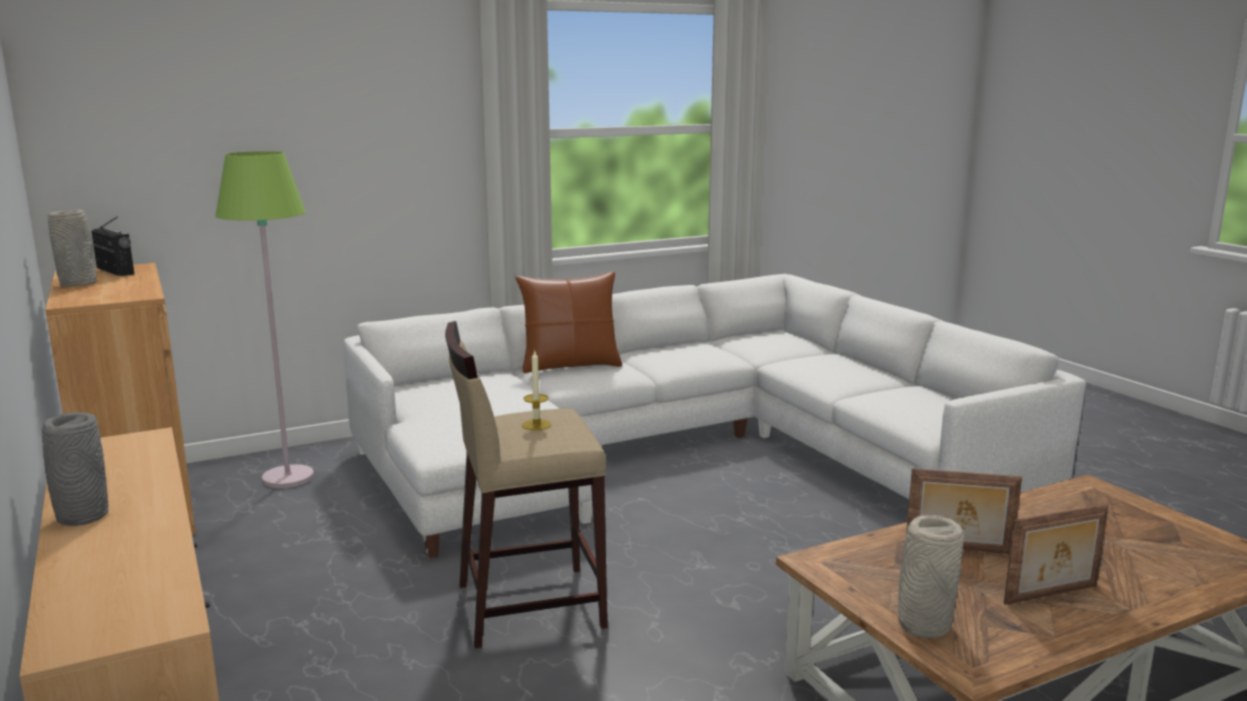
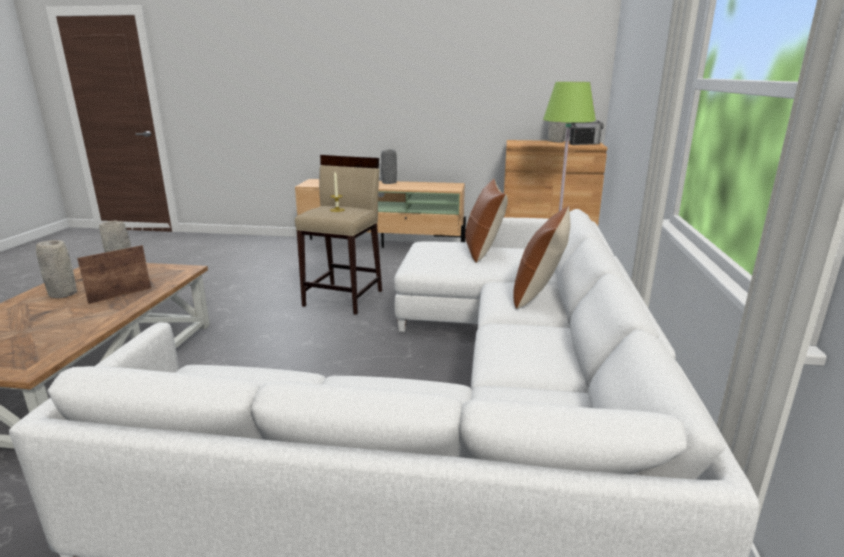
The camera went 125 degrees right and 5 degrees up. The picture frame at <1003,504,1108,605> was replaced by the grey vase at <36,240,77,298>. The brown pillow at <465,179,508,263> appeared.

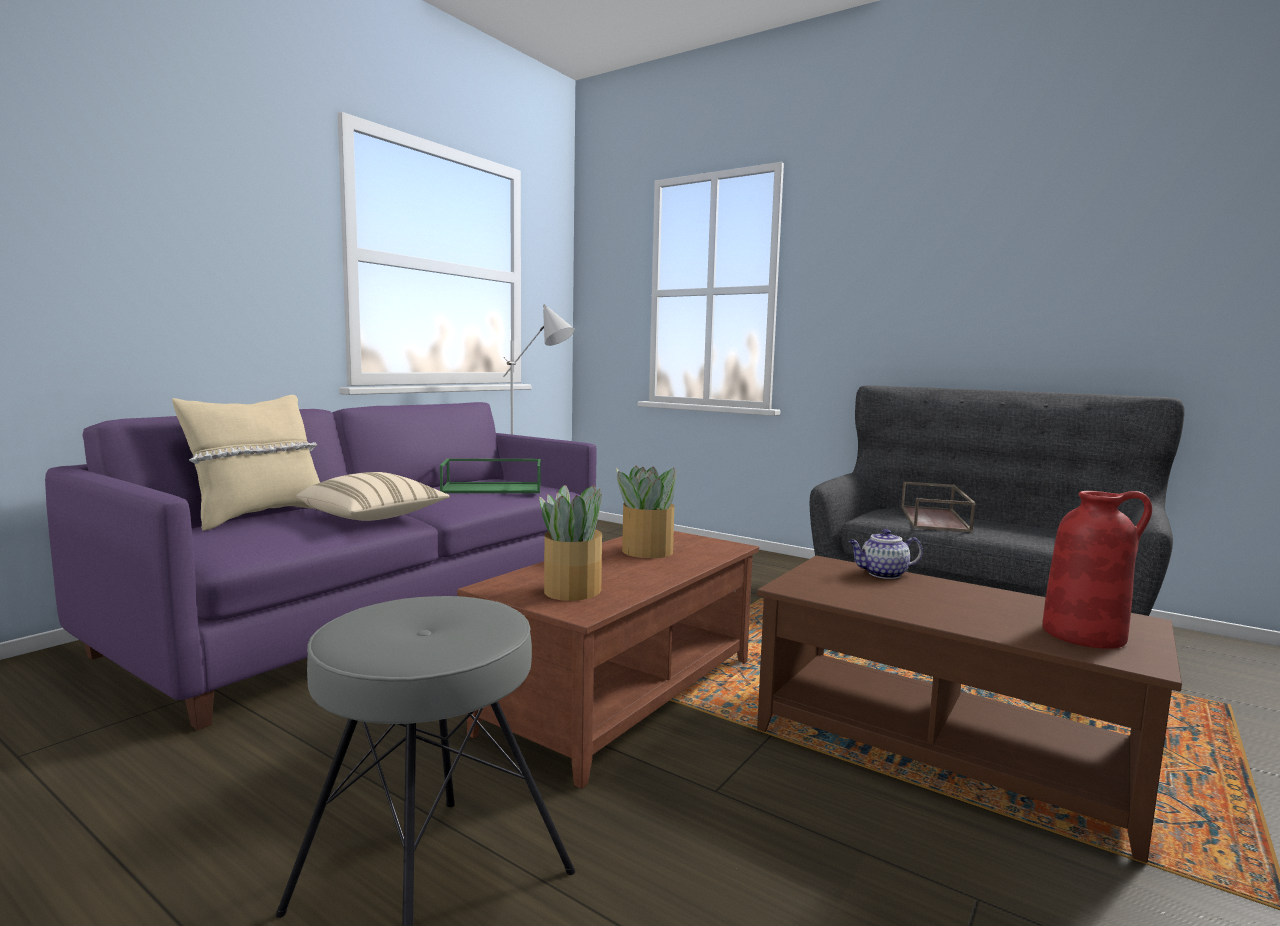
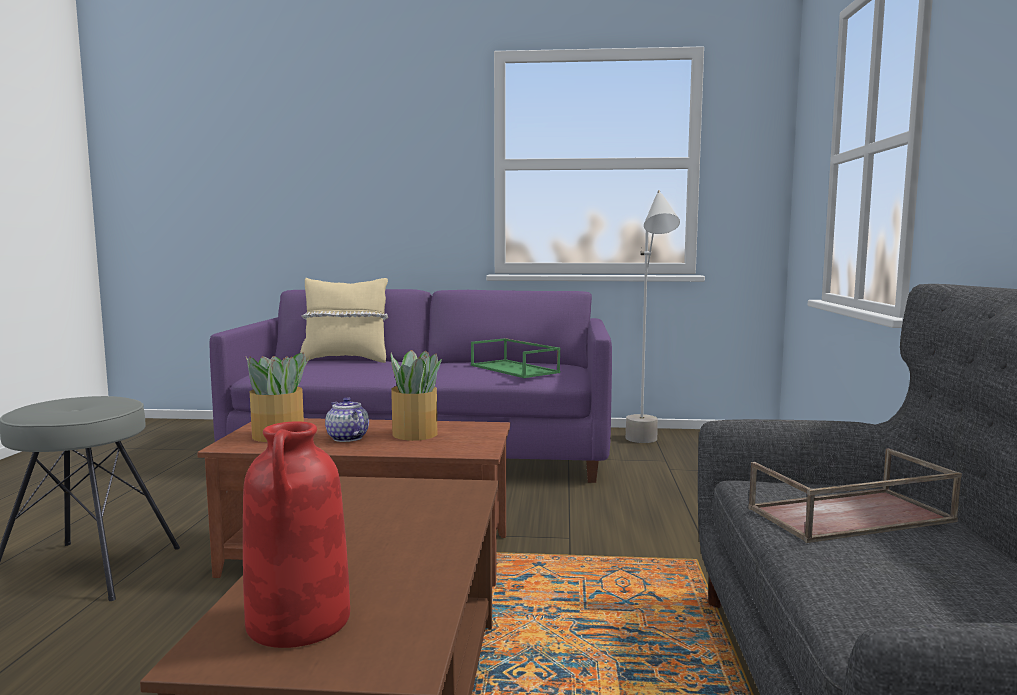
The camera went 60 degrees right and 0 degrees up. The teapot moved from <848,529,923,579> to <325,397,369,442>. The beige pillow at <296,472,450,521> disappeared.

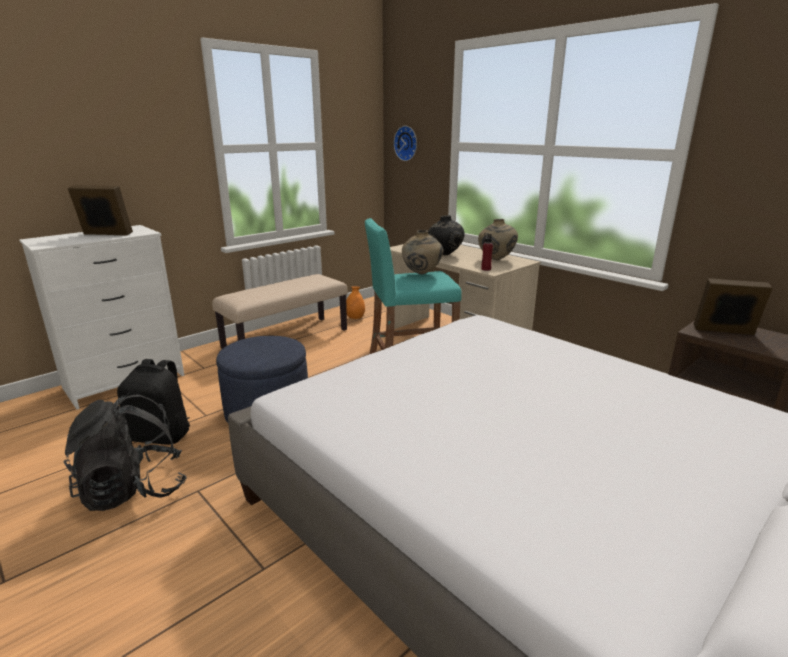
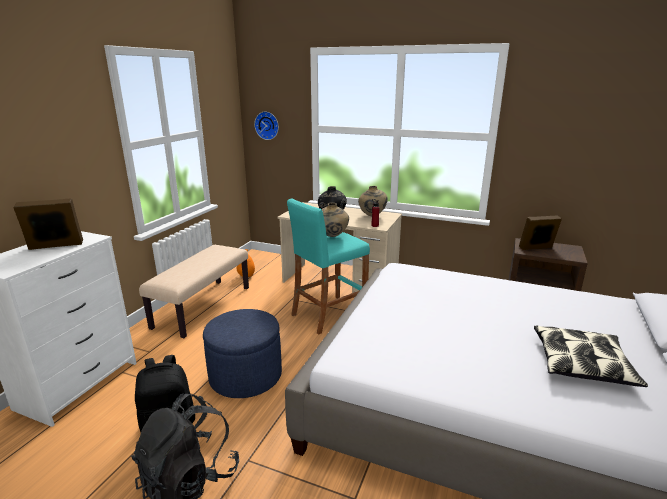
The camera went 25 degrees left and 0 degrees up. The pillow at <534,326,648,387> appeared.

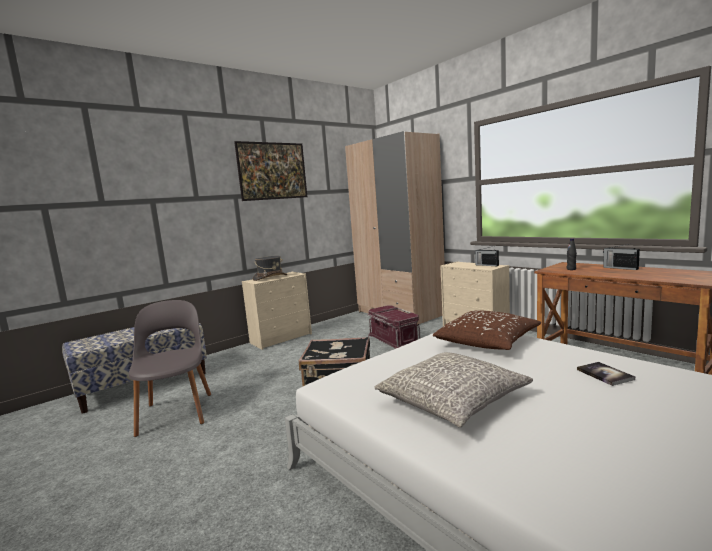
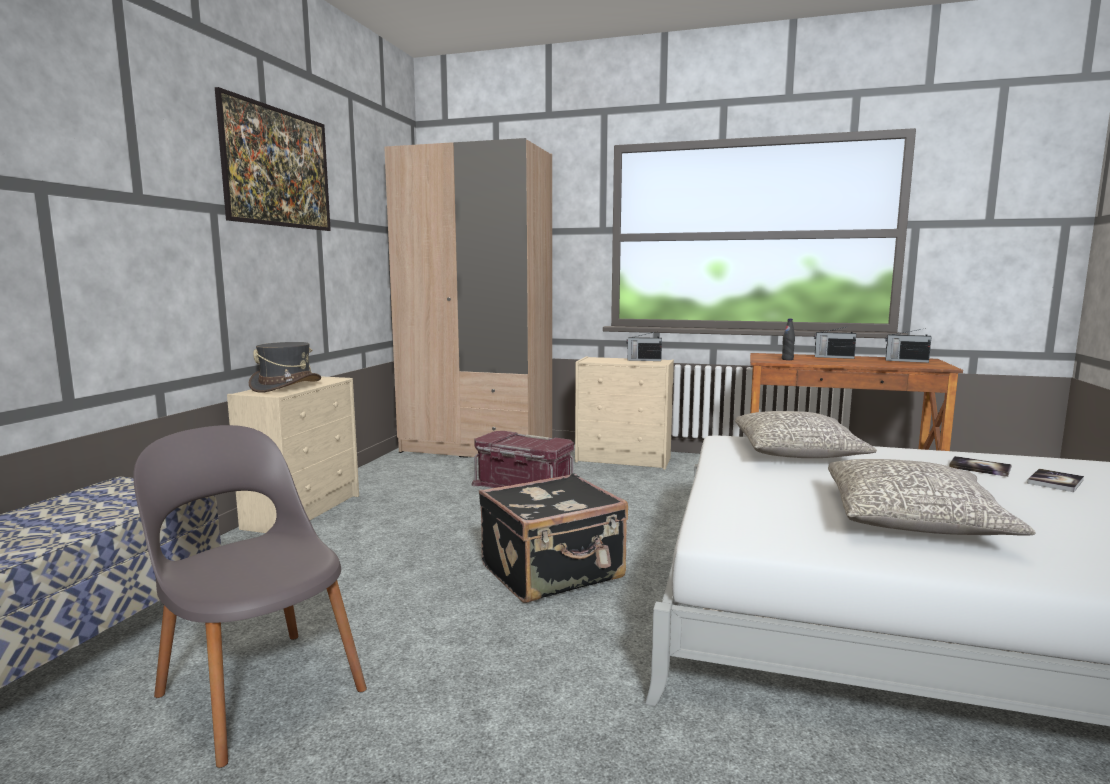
The camera went 35 degrees left and 0 degrees up. The brown pillow at <433,310,541,350> became the grey pillow at <735,411,877,458>. The radio at <885,328,931,363> appeared. The book at <1027,469,1084,492> appeared.

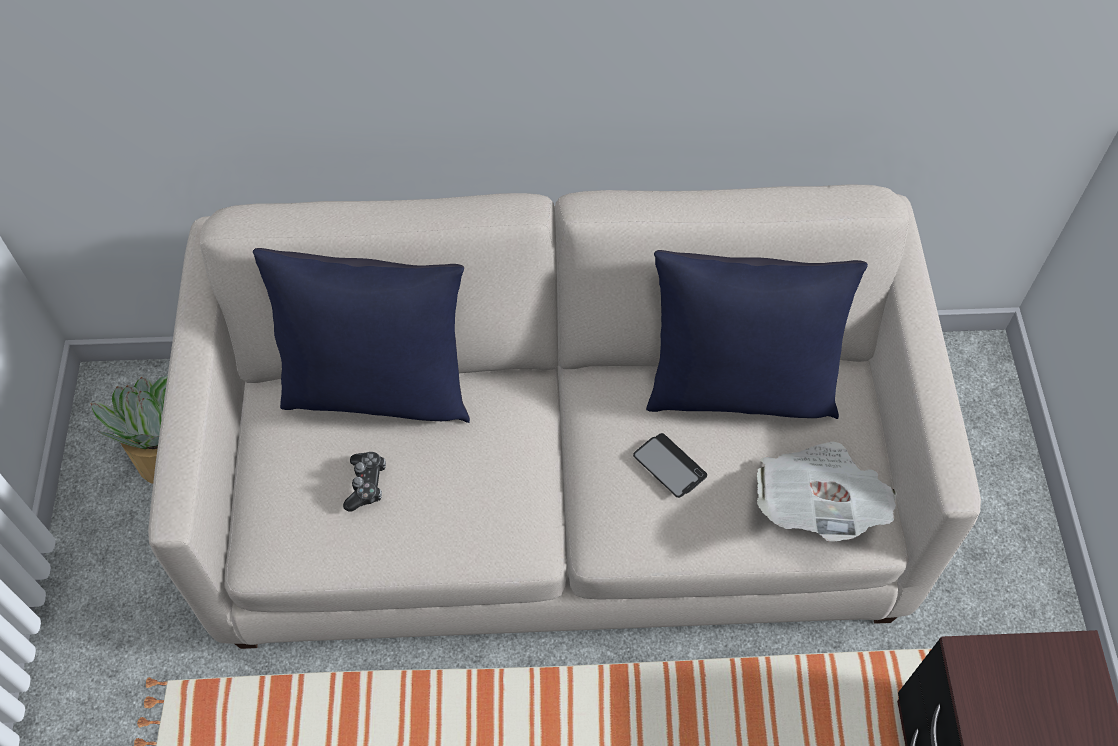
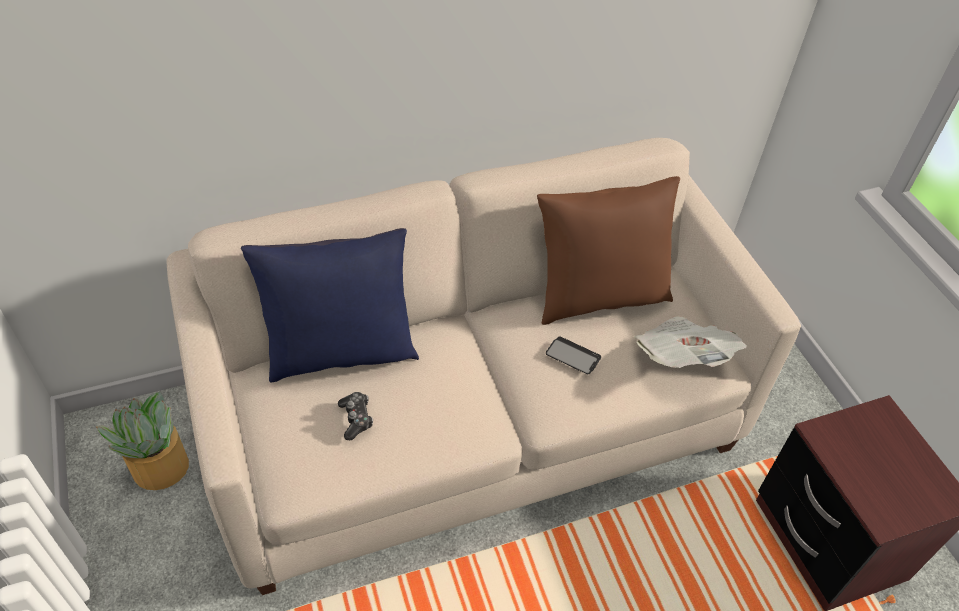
The camera went 20 degrees left and 10 degrees down. The blue pillow at <646,250,868,419> became the brown pillow at <537,176,680,325>.

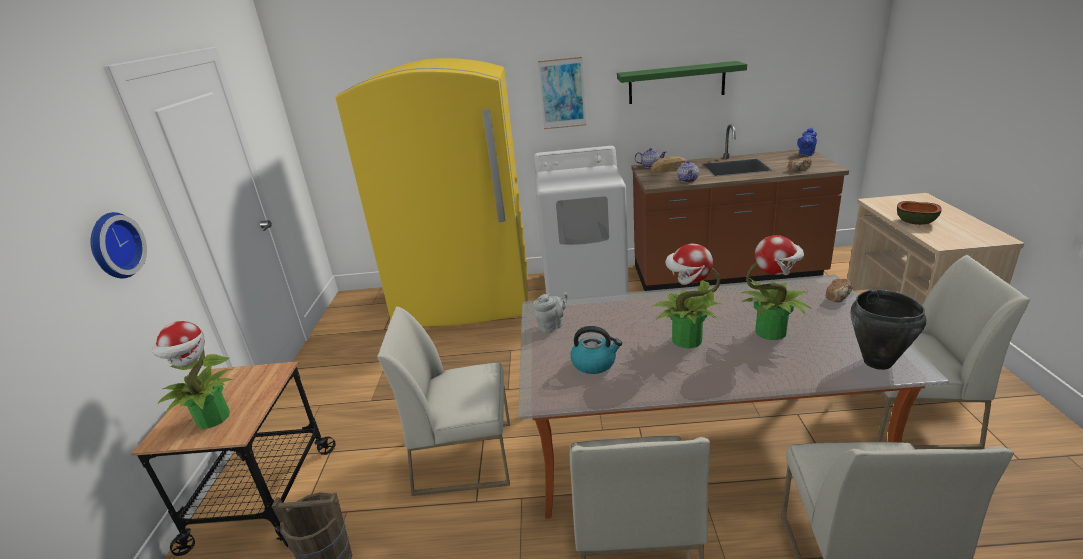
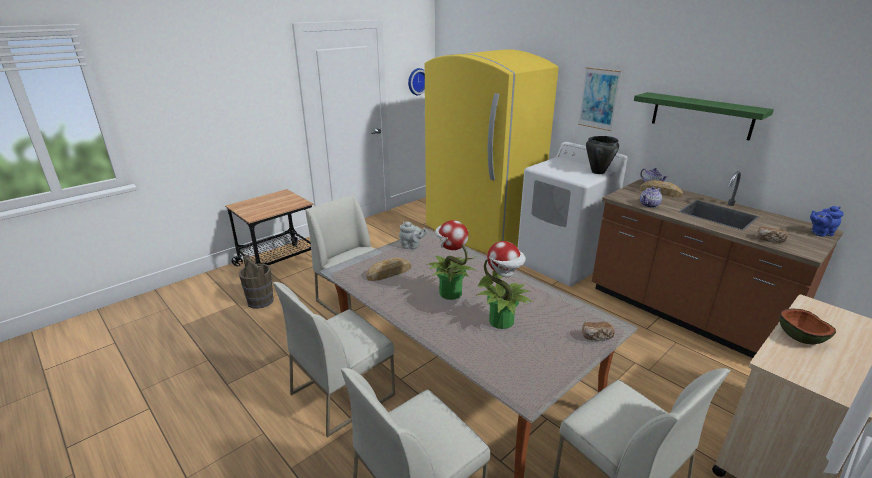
The camera went 45 degrees right and 0 degrees up. The kettle at <571,326,622,374> was replaced by the bread at <366,257,411,281>. The wall clock moved from <90,212,147,279> to <408,68,425,95>. The black cooking pot moved from <851,290,926,370> to <586,136,619,174>. The potted plant at <152,321,233,429> disappeared.

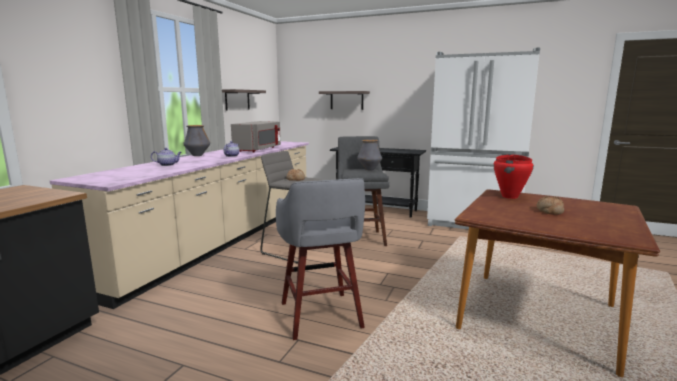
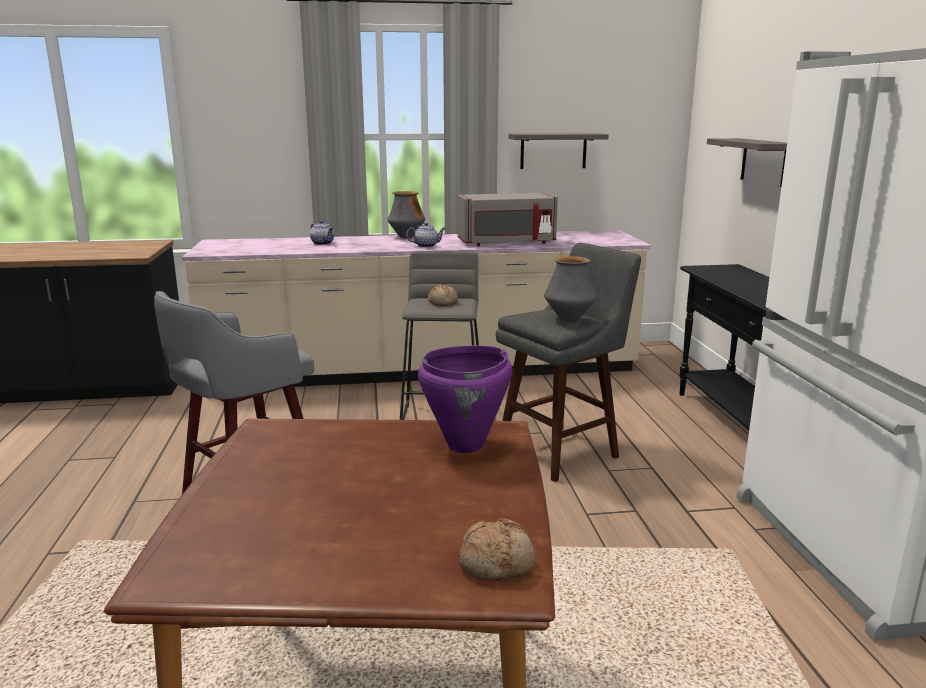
The camera went 60 degrees right and 5 degrees up. The red cooking pot at <493,154,534,199> became the purple cooking pot at <418,346,512,453>. The bread moved from <536,196,564,215> to <458,518,536,580>.

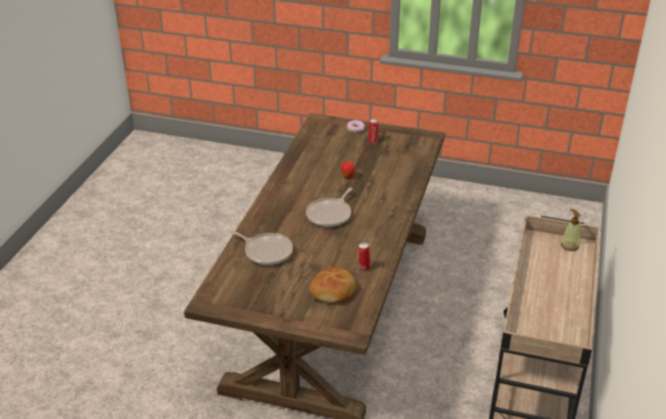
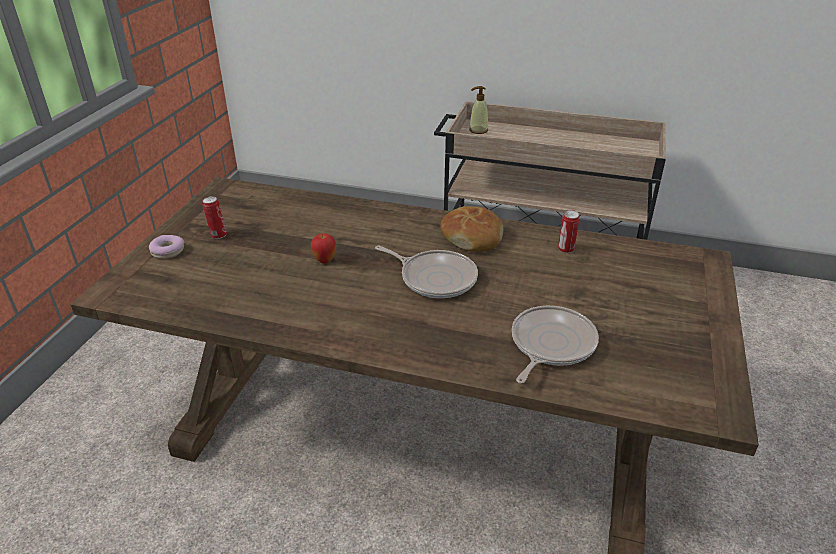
The camera went 90 degrees left and 0 degrees up. The bread moved from <309,267,357,303> to <440,206,503,252>.

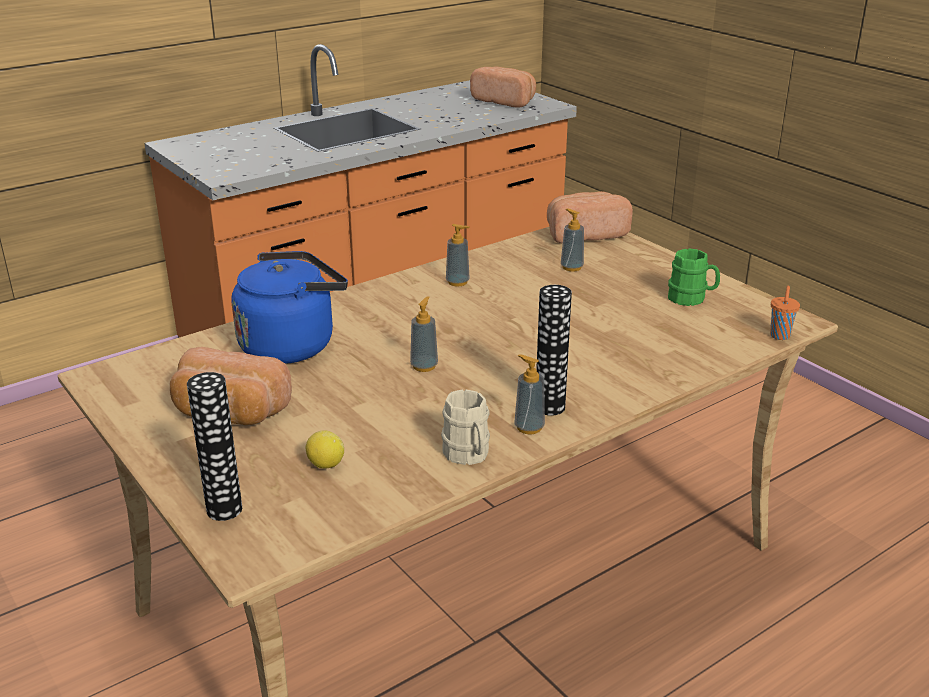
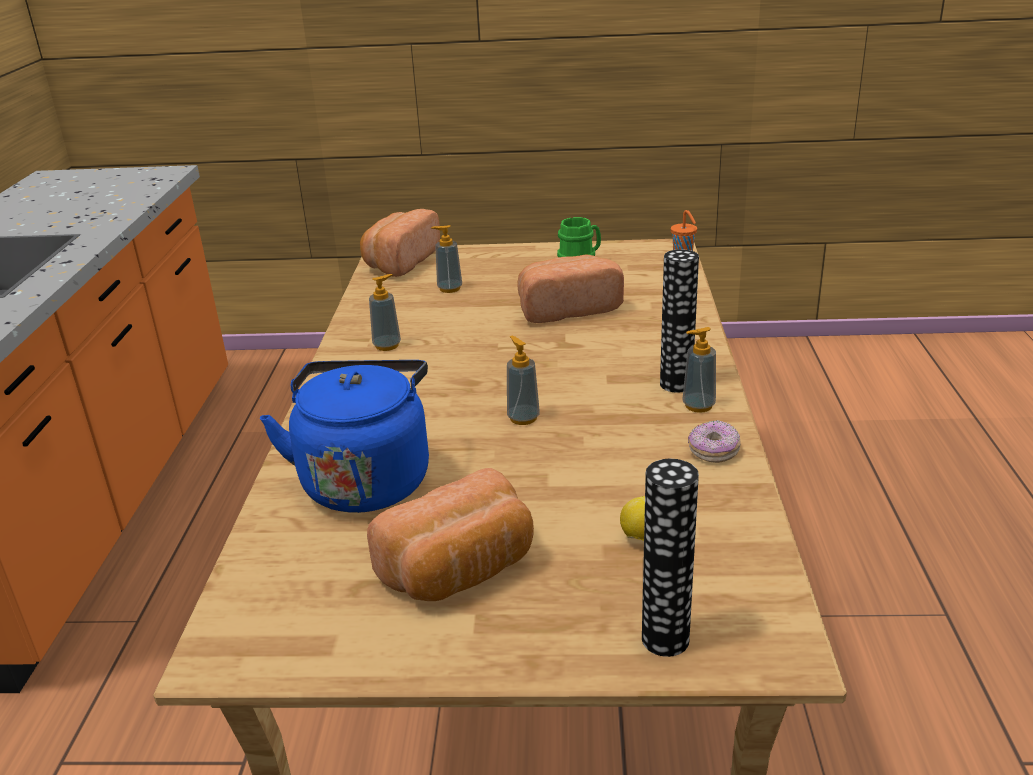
The camera went 50 degrees left and 0 degrees up. The bread moved from <470,67,536,108> to <518,255,624,323>. The beige mug at <441,390,490,465> was replaced by the donut at <688,420,741,463>.

